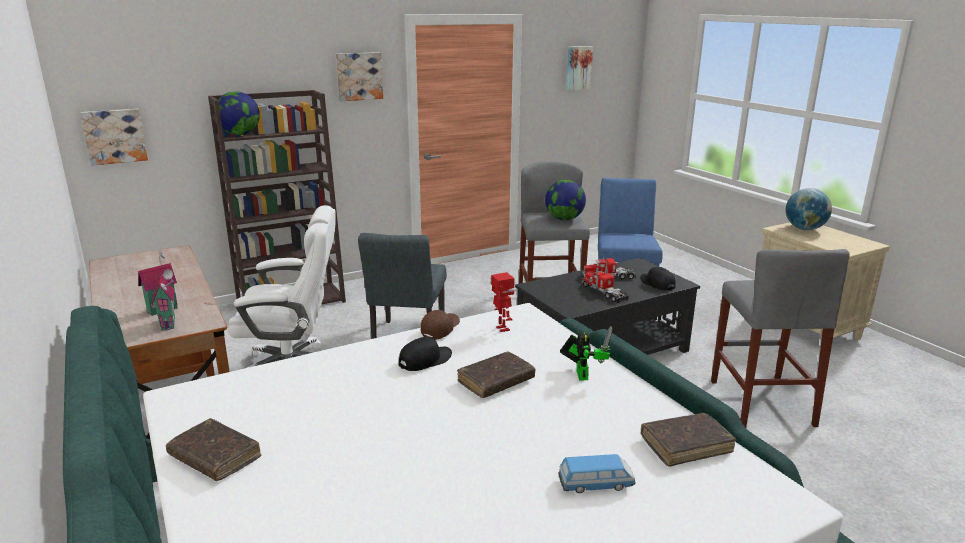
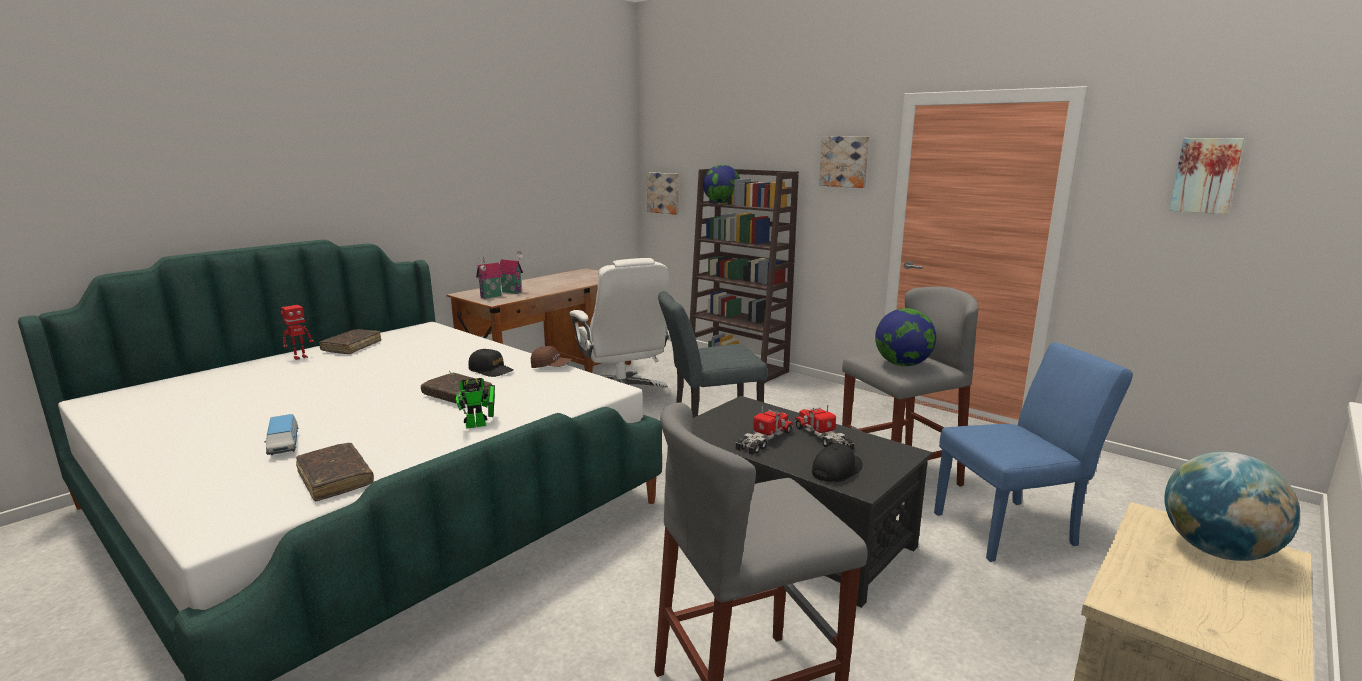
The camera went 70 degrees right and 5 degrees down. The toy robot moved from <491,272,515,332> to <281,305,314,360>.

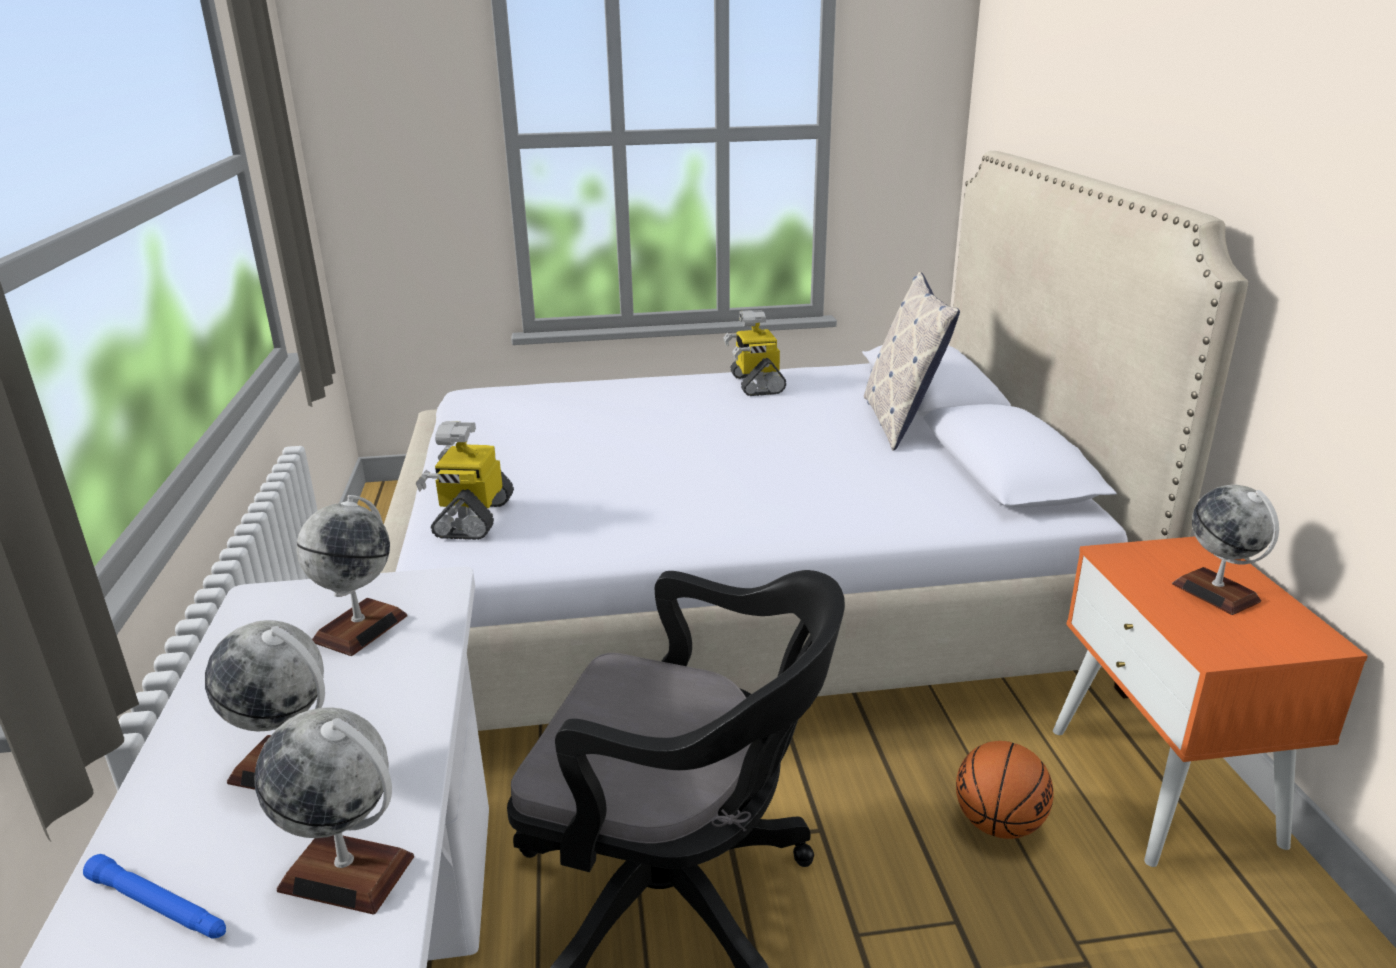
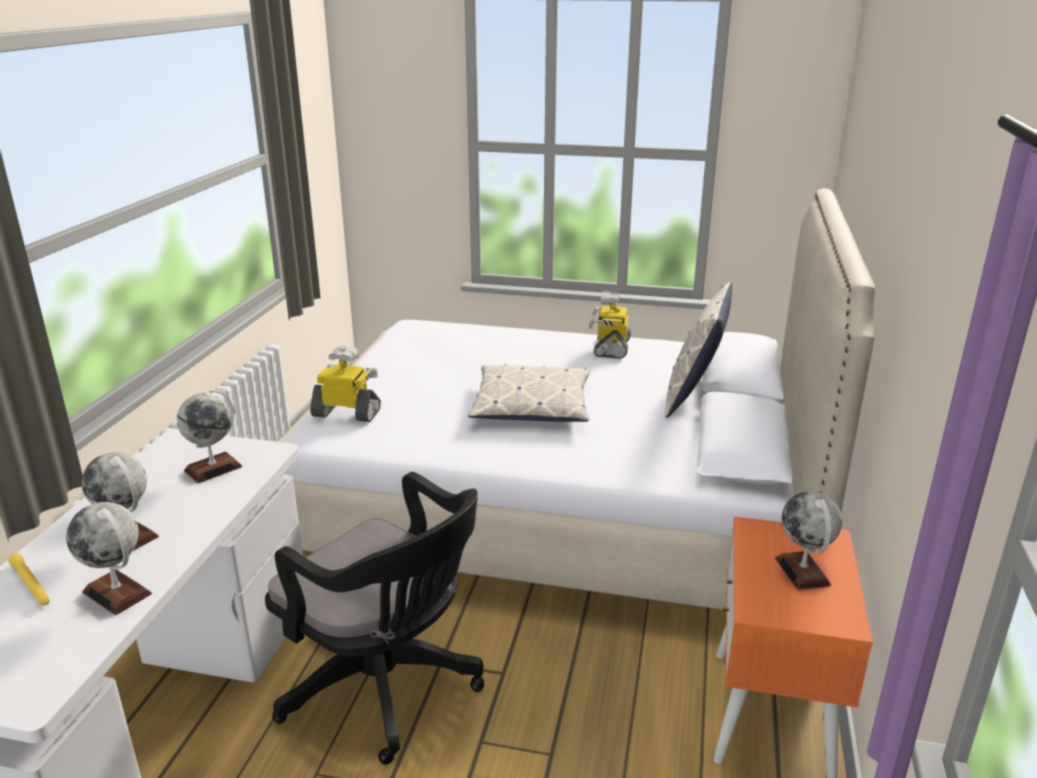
The camera went 20 degrees right and 0 degrees up. The blue flashlight at <83,854,226,939> became the yellow flashlight at <8,553,50,605>. The toy robot at <416,421,514,540> turned 75 degrees clockwise. The pillow at <468,364,590,422> appeared. The basketball at <956,741,1054,839> disappeared.

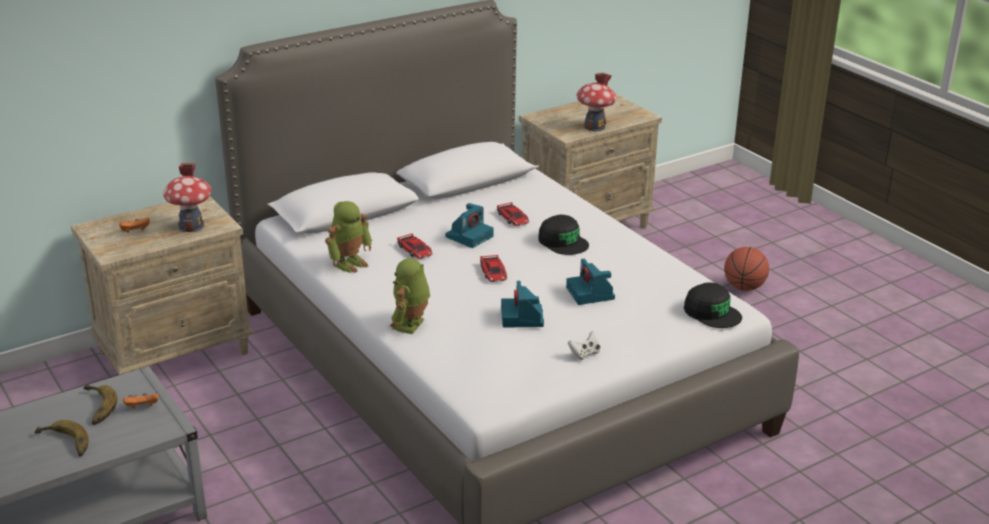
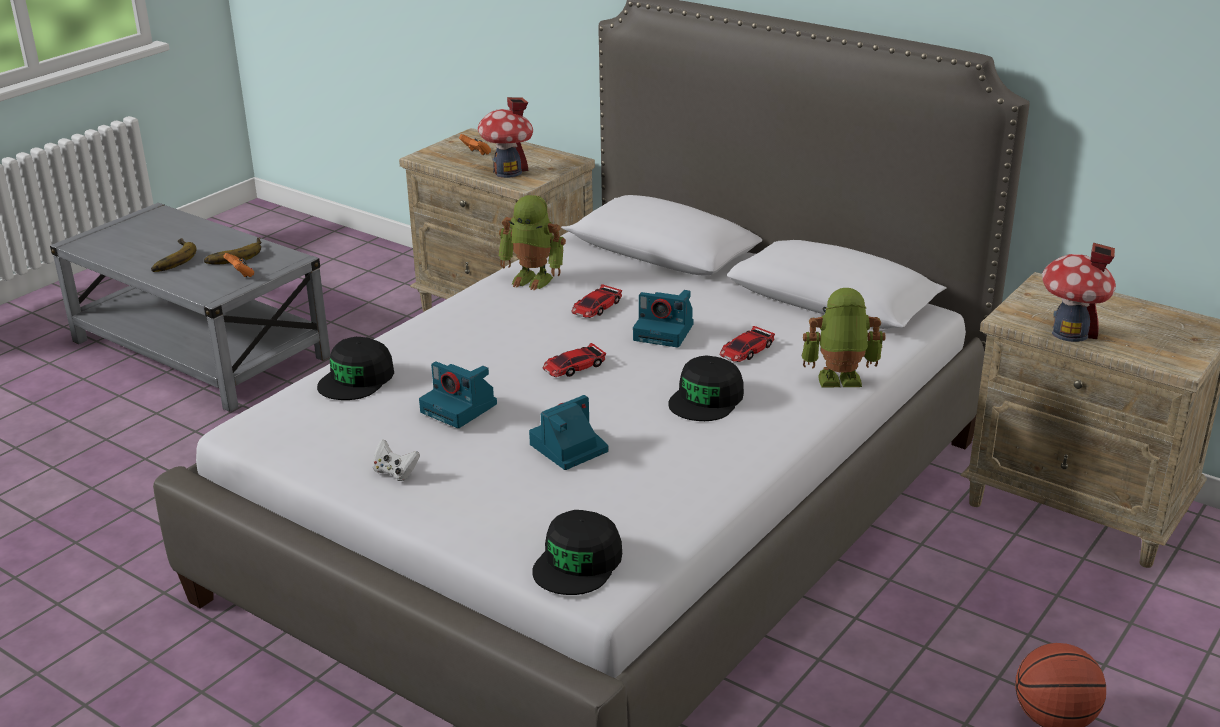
The camera went 70 degrees right and 0 degrees up. The black cap at <317,337,394,400> appeared. The photo camera at <501,281,544,327> turned 120 degrees counterclockwise. The toy robot moved from <390,259,430,334> to <802,288,886,387>.

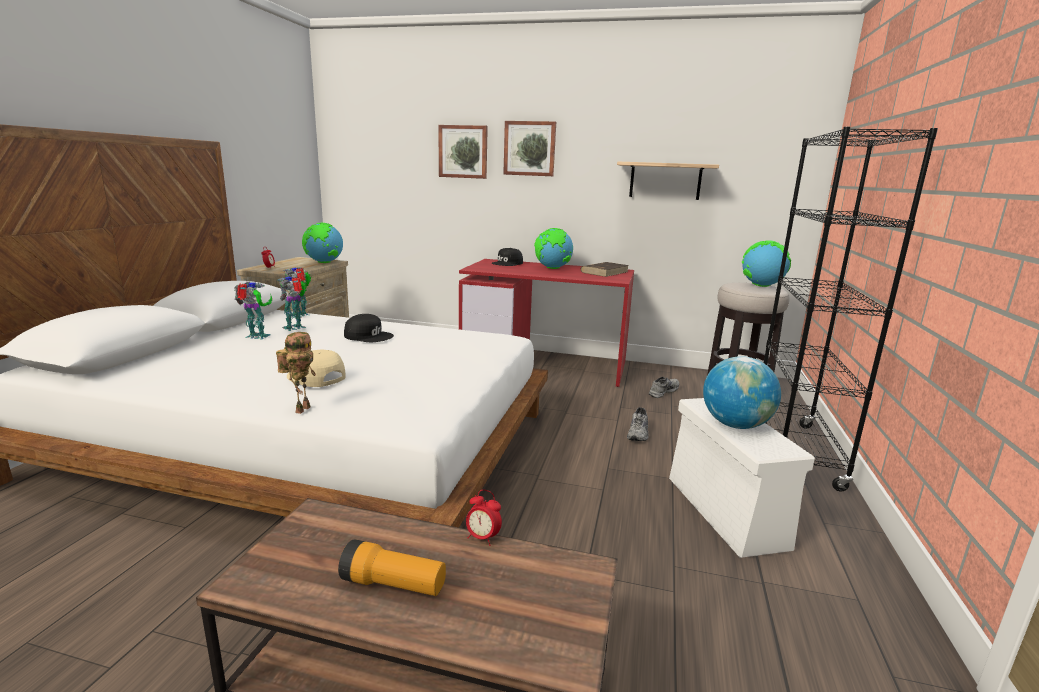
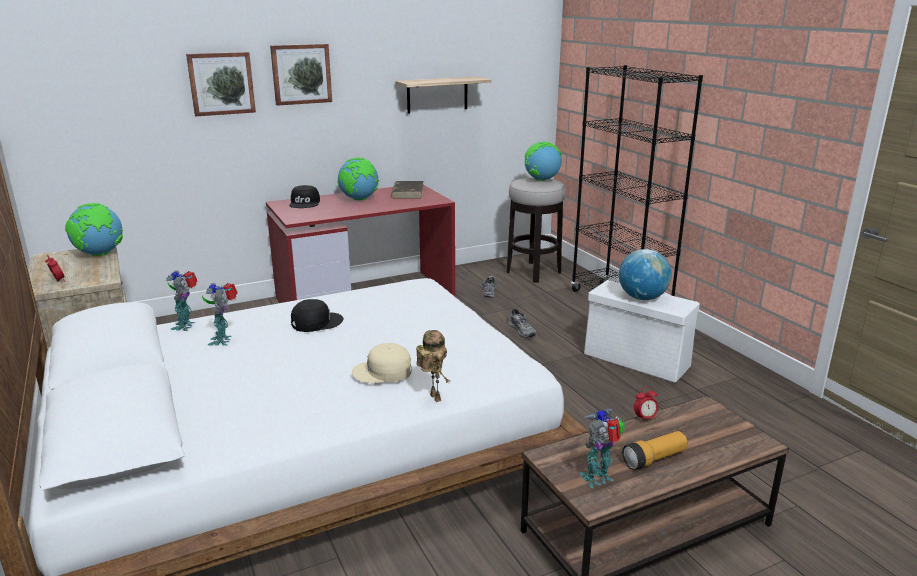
The camera went 40 degrees left and 5 degrees up. The toy robot moved from <233,282,272,340> to <580,408,625,488>.

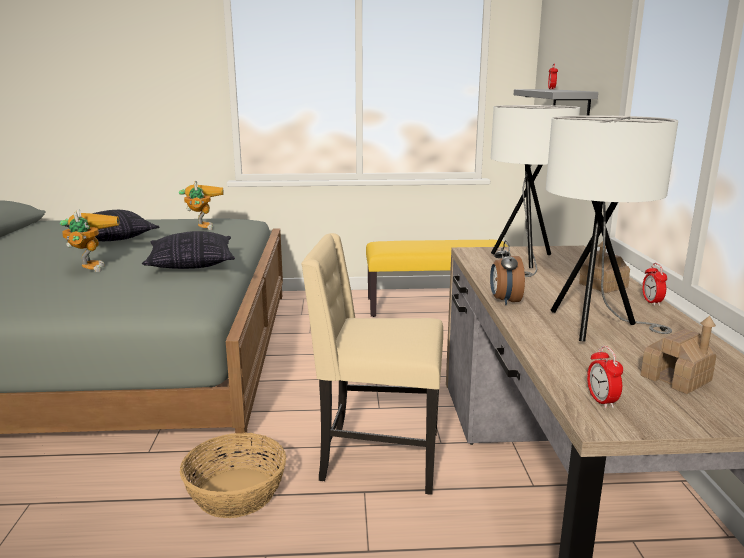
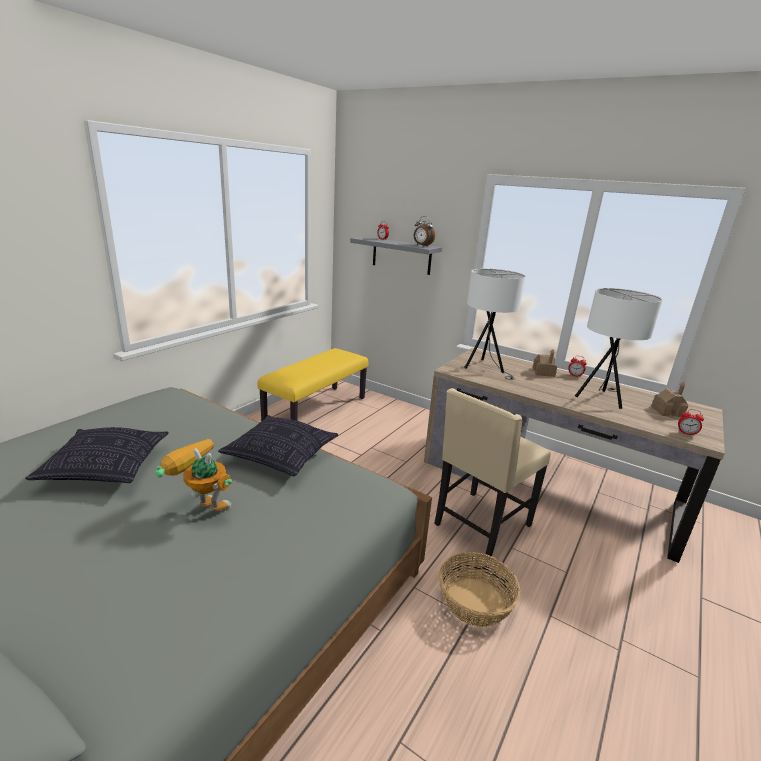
The camera went 55 degrees left and 5 degrees up. The alarm clock moved from <490,240,525,305> to <414,216,435,246>. The toy robot at <179,181,224,230> disappeared.

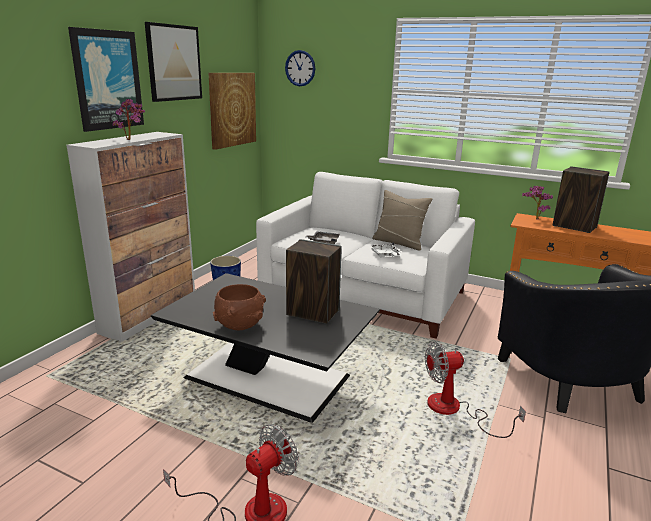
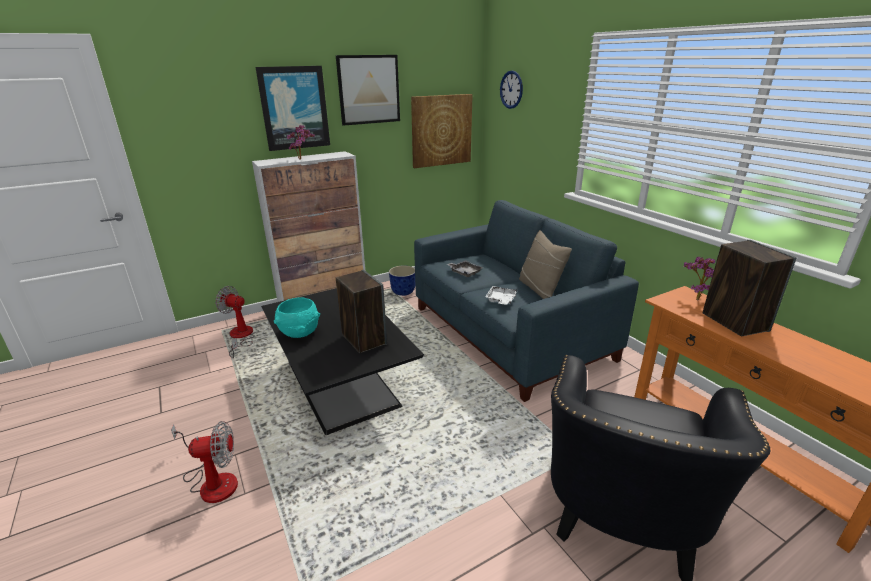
The camera went 35 degrees right and 5 degrees up. The fan moved from <425,341,526,438> to <215,286,255,358>. The brown bowl at <213,284,266,331> became the turquoise bowl at <274,297,320,338>. The white sofa at <256,172,475,339> became the blue sofa at <414,200,639,402>.

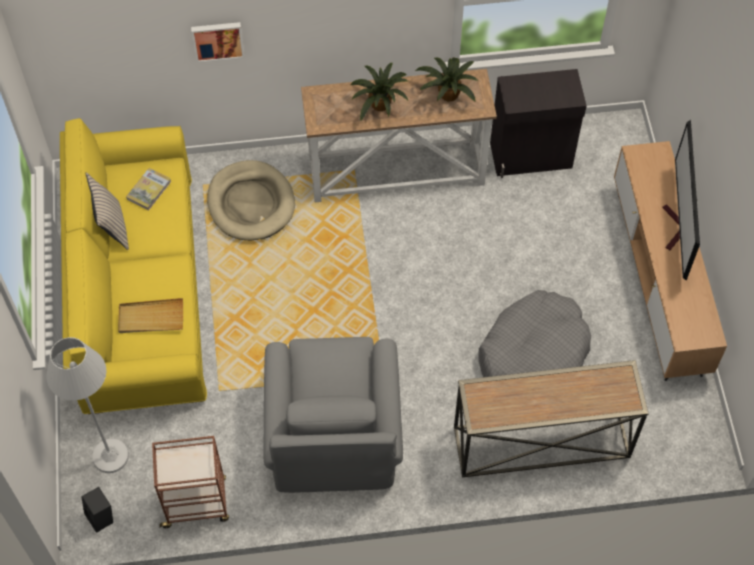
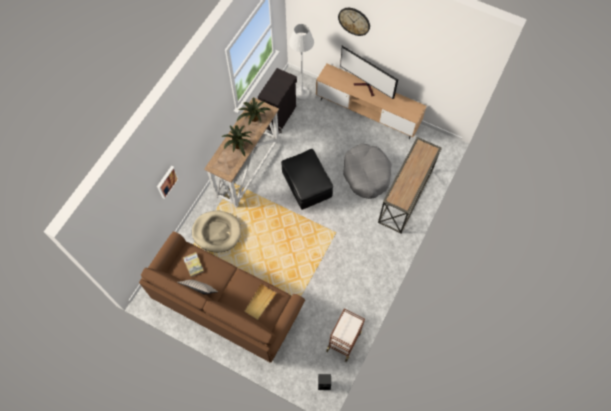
The camera went 55 degrees left and 5 degrees up. The yellow sofa at <60,118,207,414> became the brown sofa at <139,231,305,363>. The black ottoman at <281,149,333,210> appeared. The white floor lamp moved from <46,337,129,473> to <289,24,314,100>. The wall clock at <338,8,370,36> appeared. The grey armchair at <263,337,403,493> disappeared.

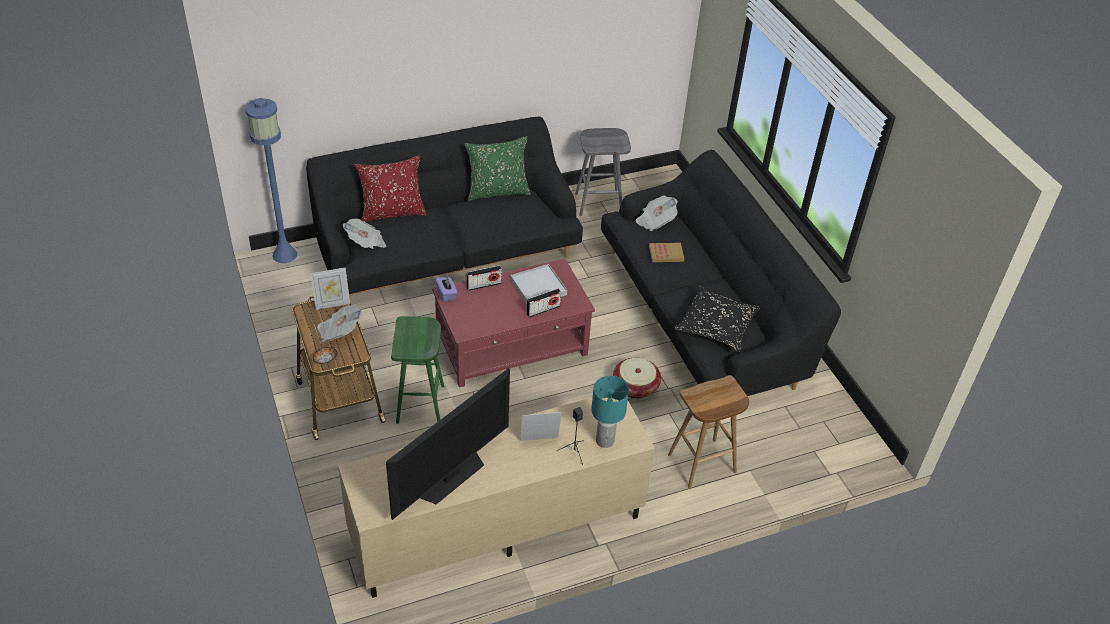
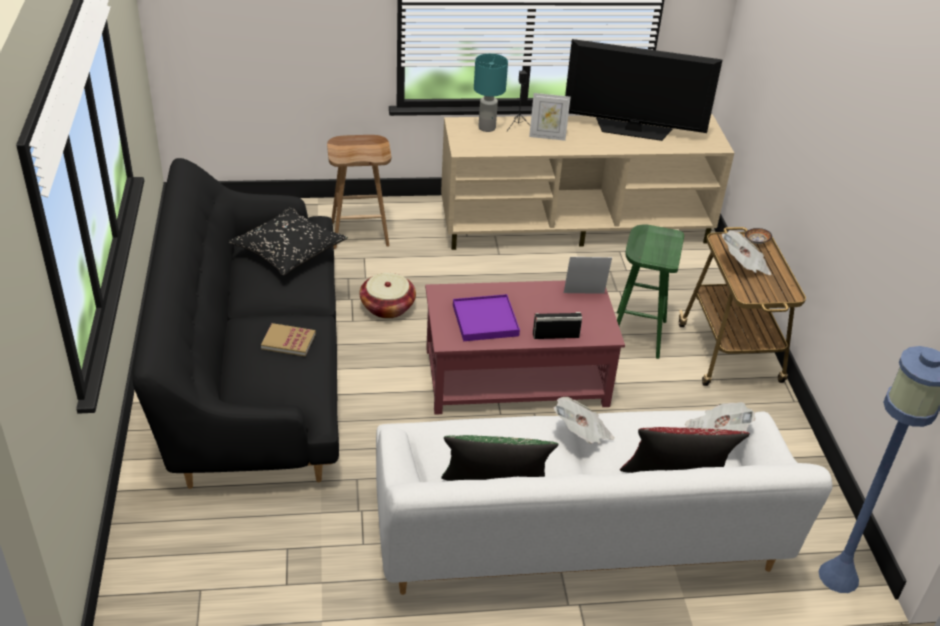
The camera went 165 degrees left and 5 degrees down. The black sofa at <306,117,583,297> became the white sofa at <376,410,832,595>. The white tray at <511,264,567,304> became the purple tray at <453,294,520,341>. The newspaper moved from <636,195,678,231> to <553,397,615,444>. The picture frame moved from <310,267,350,310> to <564,257,612,294>. The television at <386,368,510,520> turned 135 degrees counterclockwise. The purple tissue box at <435,276,458,302> disappeared. The radio at <526,288,561,318> disappeared. The grey stool at <575,128,631,216> disappeared.

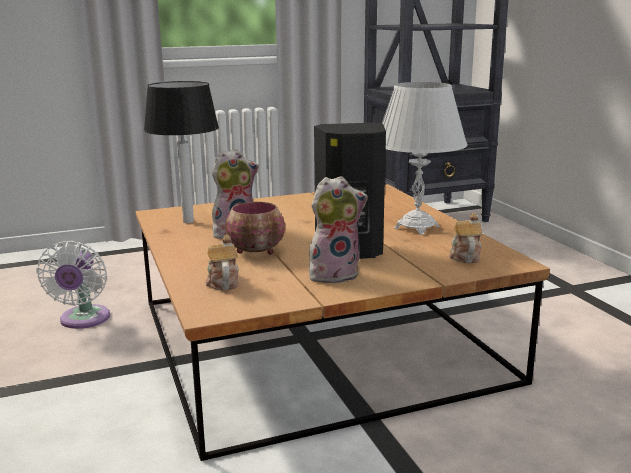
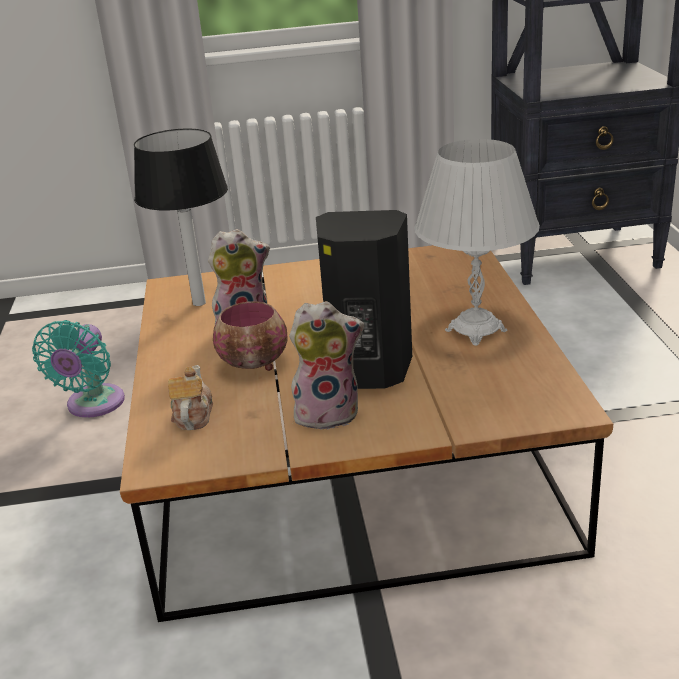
The camera went 15 degrees right and 10 degrees up. The white fan at <36,241,110,329> became the turquoise fan at <32,320,125,418>. The teapot at <449,213,482,263> disappeared.

